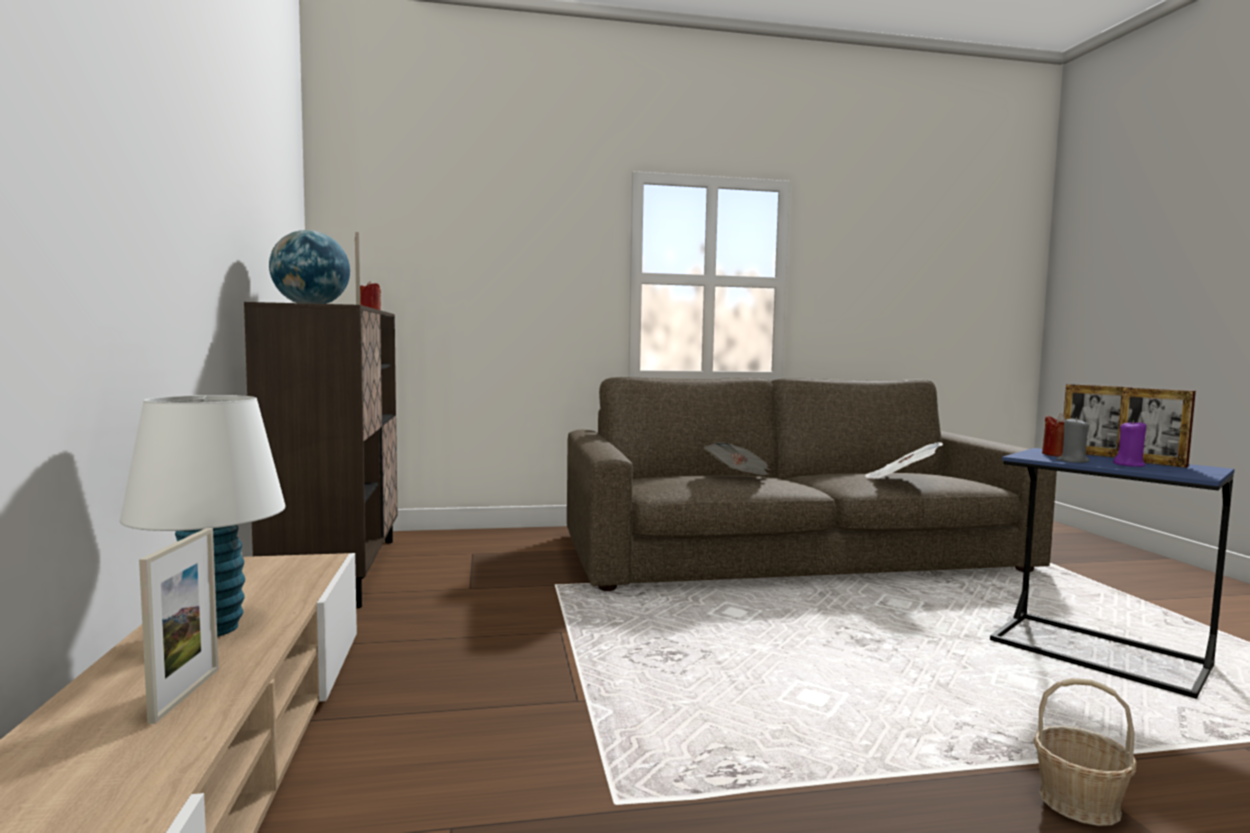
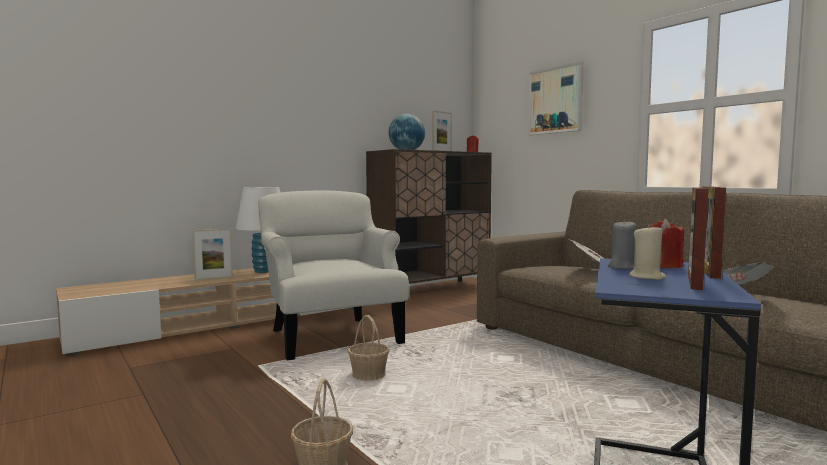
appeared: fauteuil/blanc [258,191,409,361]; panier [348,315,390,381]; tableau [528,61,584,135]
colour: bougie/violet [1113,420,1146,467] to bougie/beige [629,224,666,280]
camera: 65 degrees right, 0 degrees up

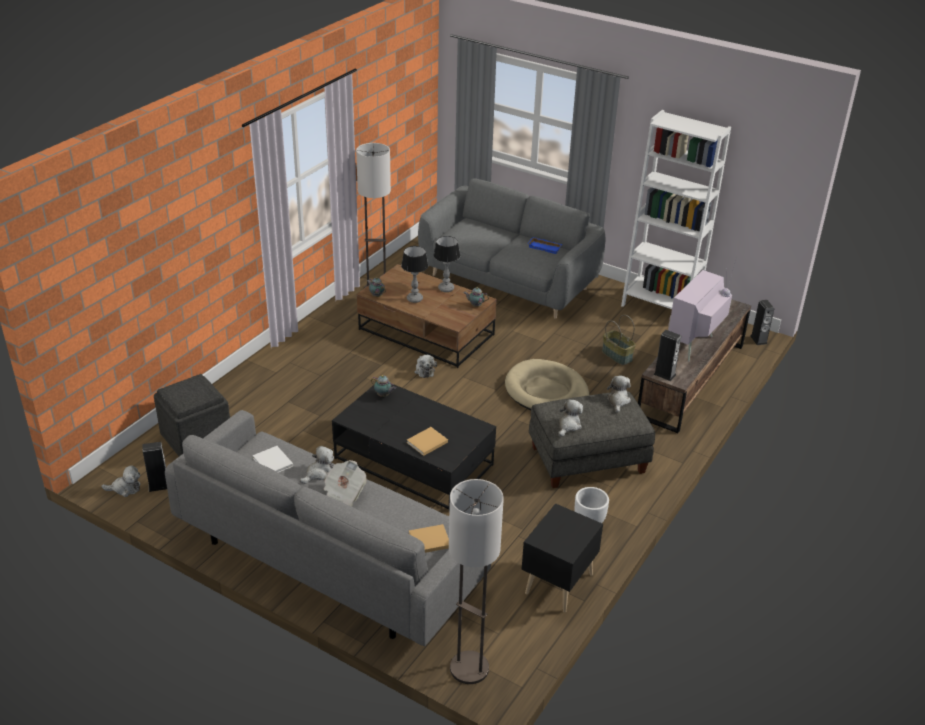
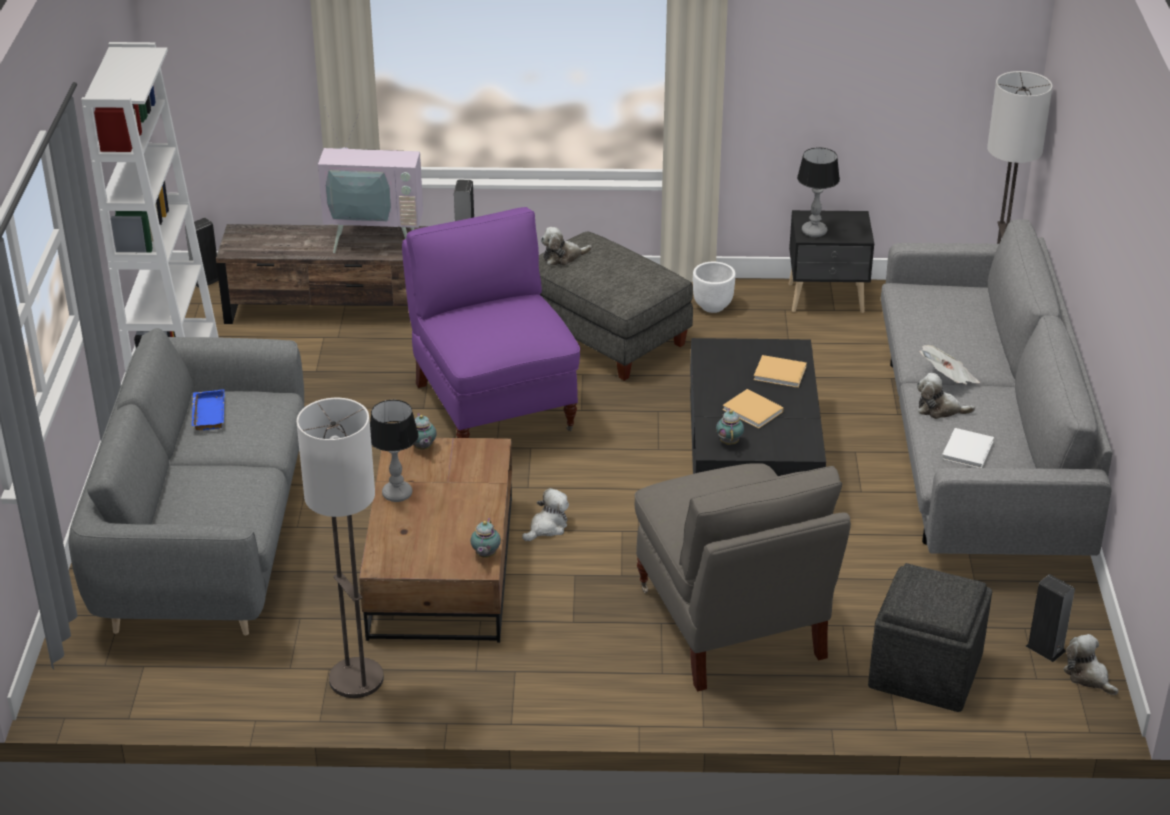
missing: peluche [559,399,583,437]; panier [602,315,636,365]
appeared: fauteuil/gris [634,463,851,691]
relocated: livre/beige [409,524,449,553] to [722,389,784,429]; lampe de table [401,246,428,303] to [797,147,840,237]
exchanged: panier pour chien/beige [505,359,589,410] to fauteuil/violet [402,207,580,438]
camera: 120 degrees left, 0 degrees up

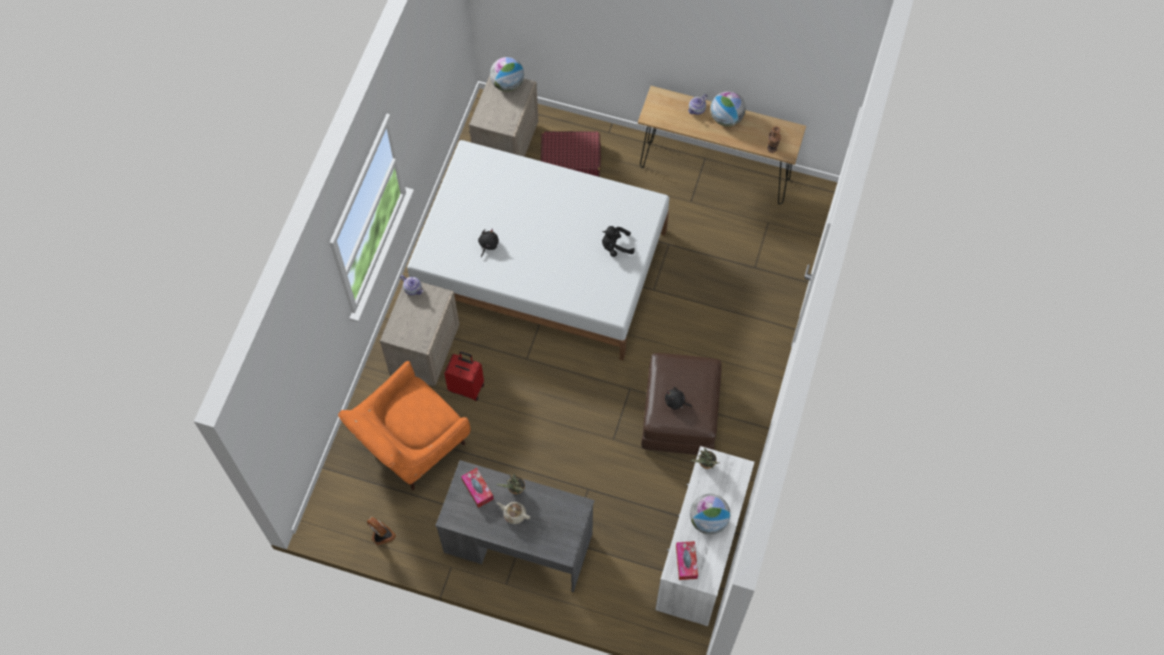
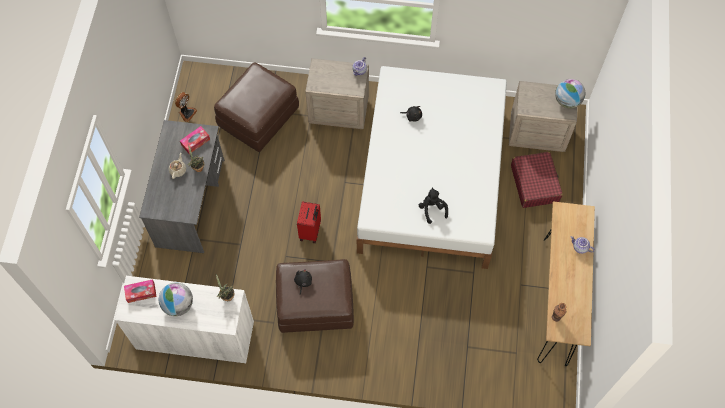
missing: globe [710,91,746,127]
relocated: valise/rouge [444,351,484,401] to [297,201,321,243]
exchanged: fauteuil/orange [338,361,470,490] to pouf/marron [214,62,299,152]
camera: 80 degrees right, 0 degrees up

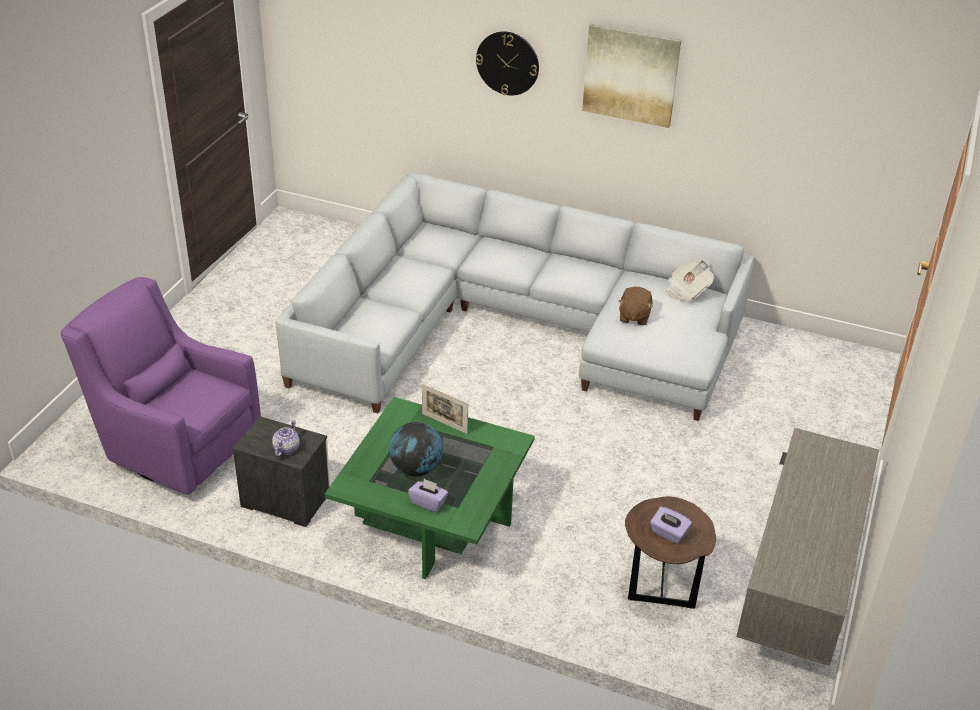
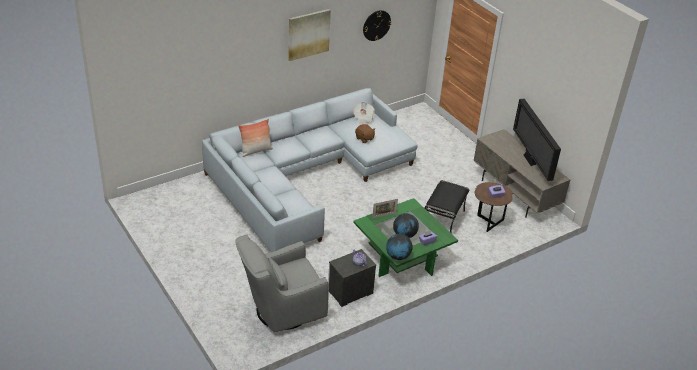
appeared: coussin [238,119,273,157]; globe [386,234,412,260]; pouf/noir [425,180,469,234]; téléviseur [513,99,561,181]
relocated: horloge murale [476,31,539,95] to [363,10,391,41]
colour: fauteuil/violet [61,277,261,495] to fauteuil/gris [235,234,329,332]
camera: 55 degrees left, 0 degrees up

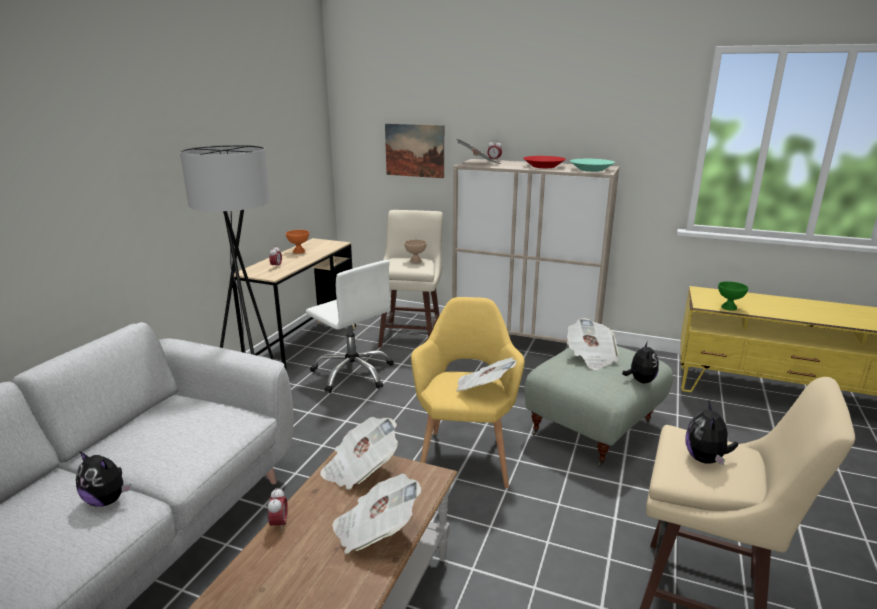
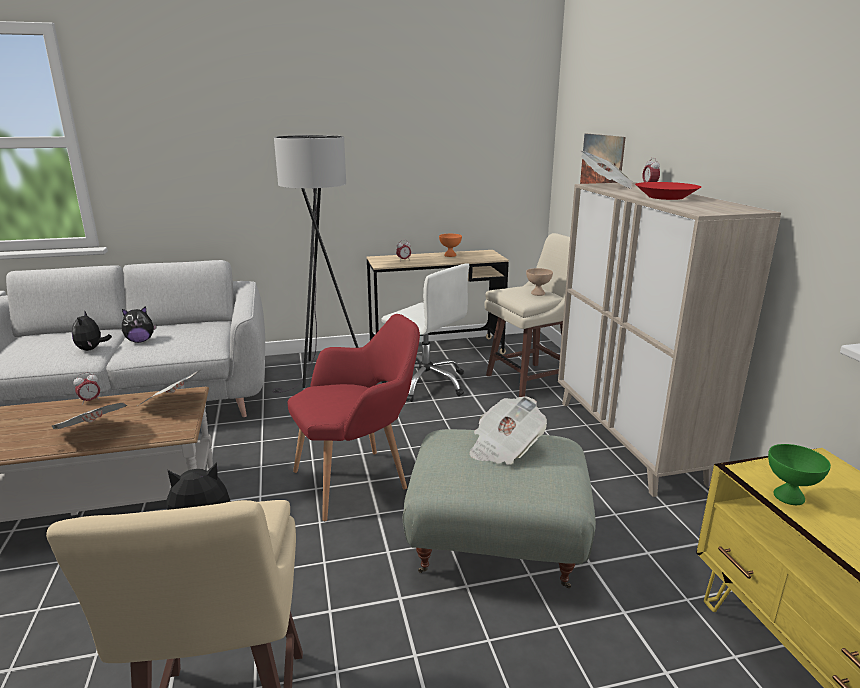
missing: journal [456,357,517,392]; bol/turquoise [570,159,615,172]
relocated: peluche [622,341,659,383] to [122,306,156,343]
colour: fauteuil/jaune [411,297,525,488] to fauteuil/rouge [288,314,420,521]
spun: chaise de bureau/blanc [306,260,394,393] = [381,263,469,402] 60 degrees counterclockwise
camera: 55 degrees right, 0 degrees up

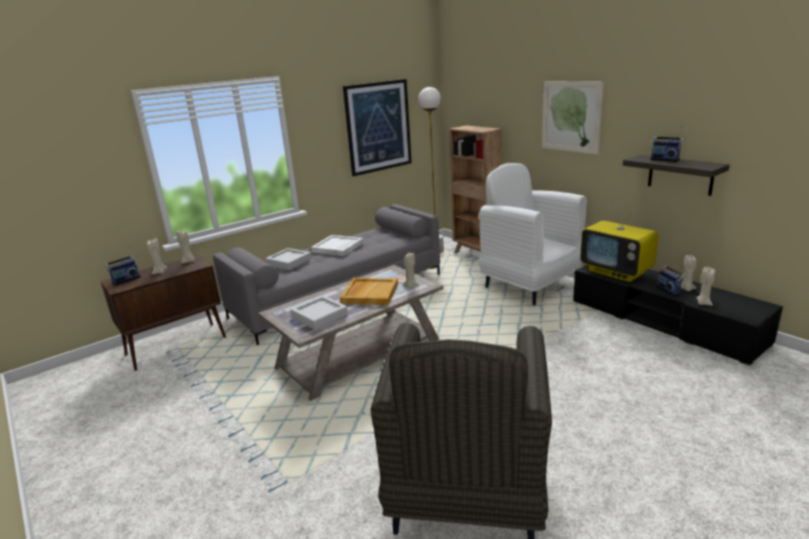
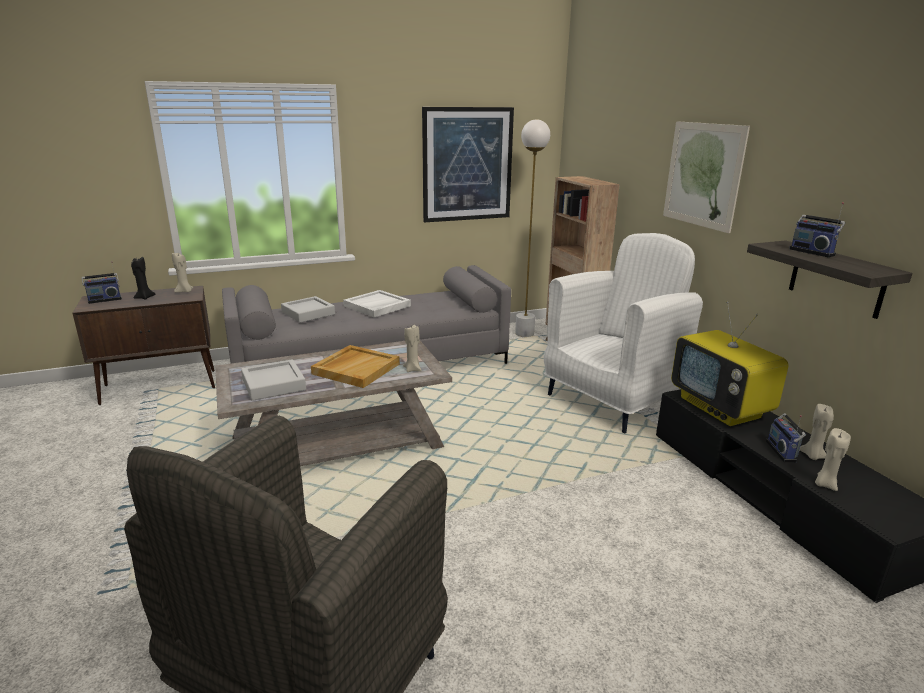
colour: bougie/beige [147,238,168,274] to bougie/noir [131,257,156,300]
spun: fauteuil/blanc [479,163,587,305] = [544,233,703,433] 75 degrees clockwise
camera: 15 degrees right, 0 degrees up

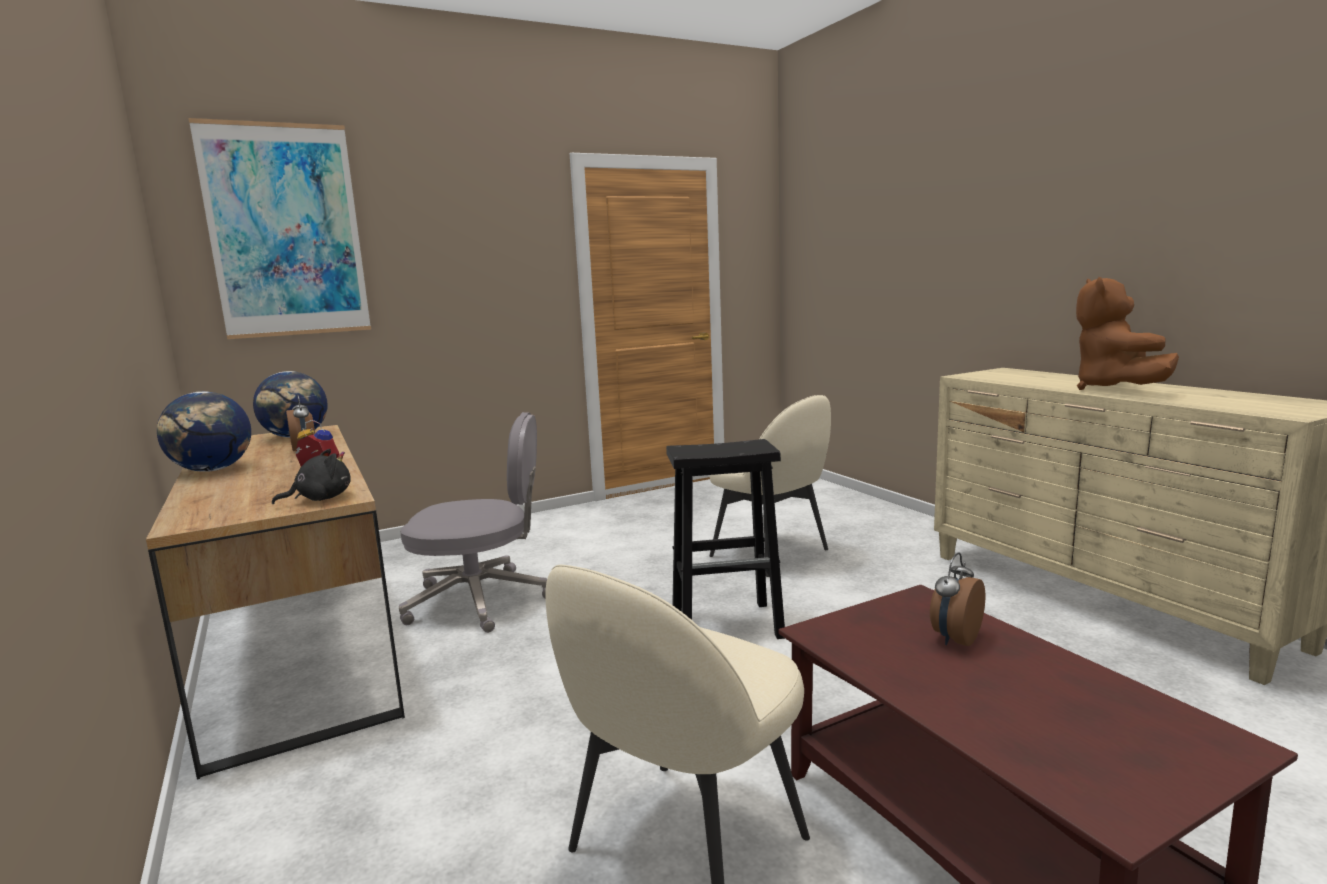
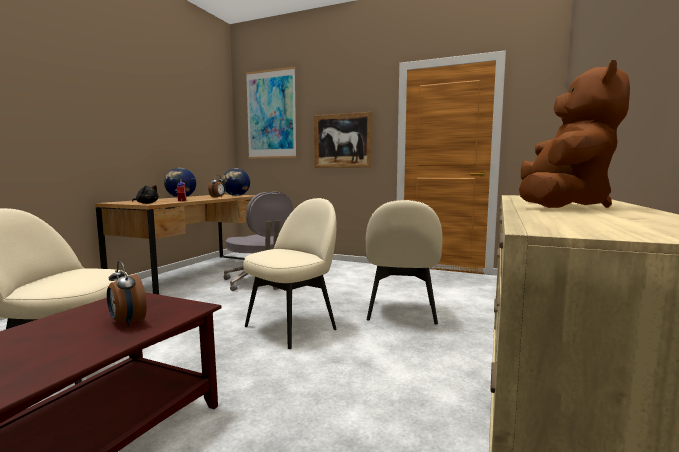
appeared: tableau [314,112,373,168]
exchanged: tabouret/noir [666,439,785,639] to chaise/beige [243,198,337,349]
spun: réveil [930,552,985,646] = [107,261,147,326] 135 degrees counterclockwise; peluche/marron [1076,277,1179,390] = [519,60,630,208] 150 degrees clockwise
camera: 50 degrees right, 5 degrees down

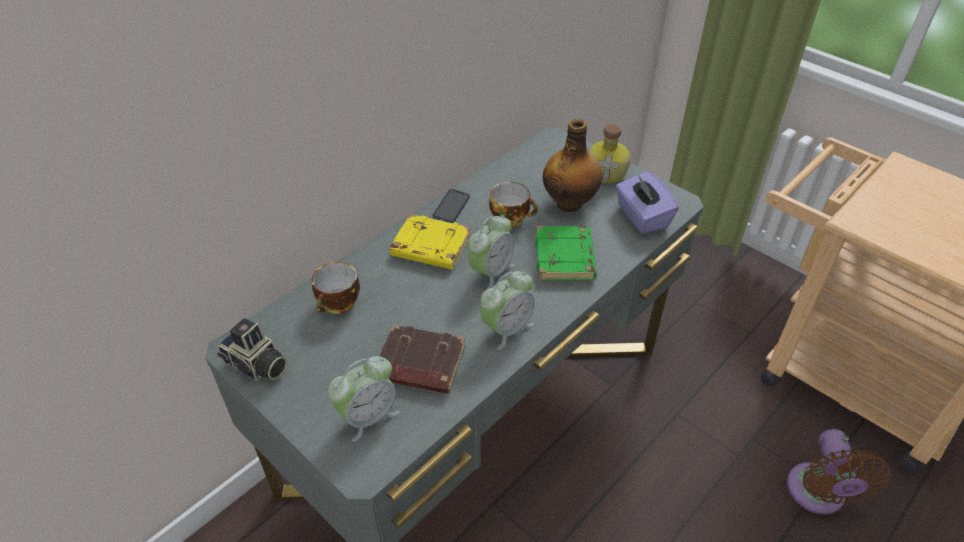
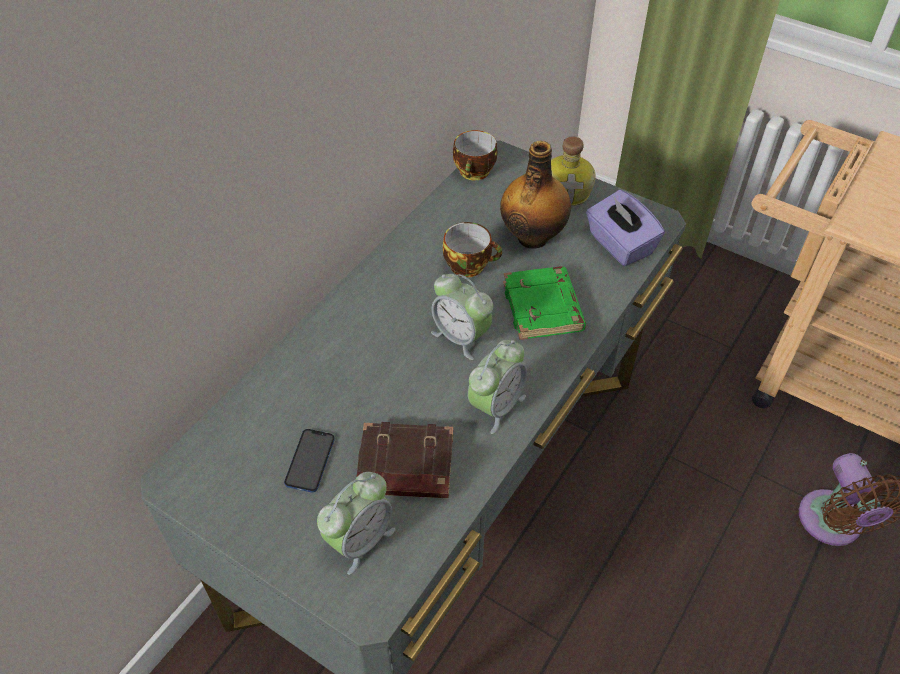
missing: appareil photo [217,318,287,381]; livre/jaune [390,214,471,270]
relocated: téléphone [433,189,470,223] to [284,429,335,493]; tasse [312,262,360,314] to [453,130,498,180]
spun: réveil [468,215,515,290] = [431,274,493,360] 105 degrees clockwise
camera: 10 degrees left, 5 degrees up

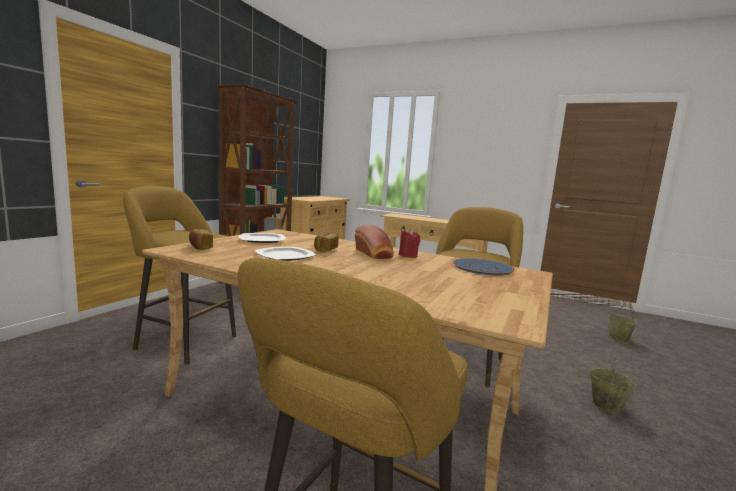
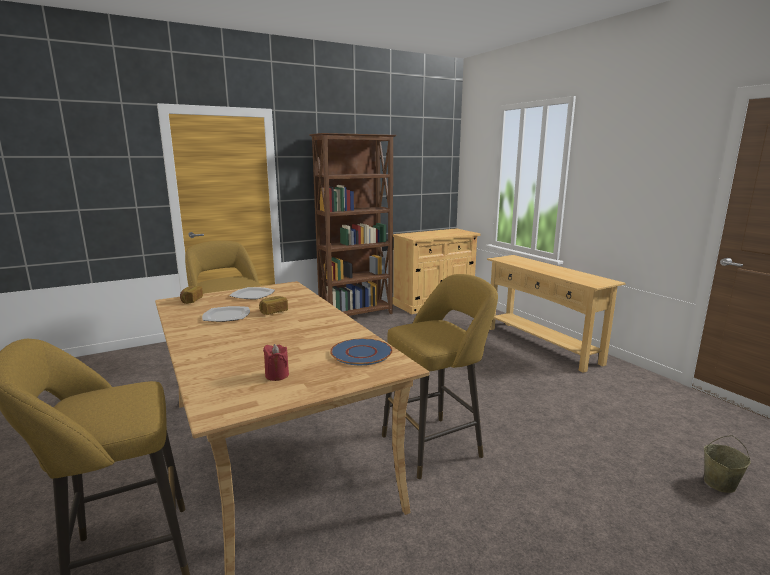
missing: pain [355,224,394,259]; seau/beige [590,357,636,414]
relocated: bougie/rouge [399,229,420,258] to [263,344,289,381]
camera: 35 degrees right, 5 degrees up

